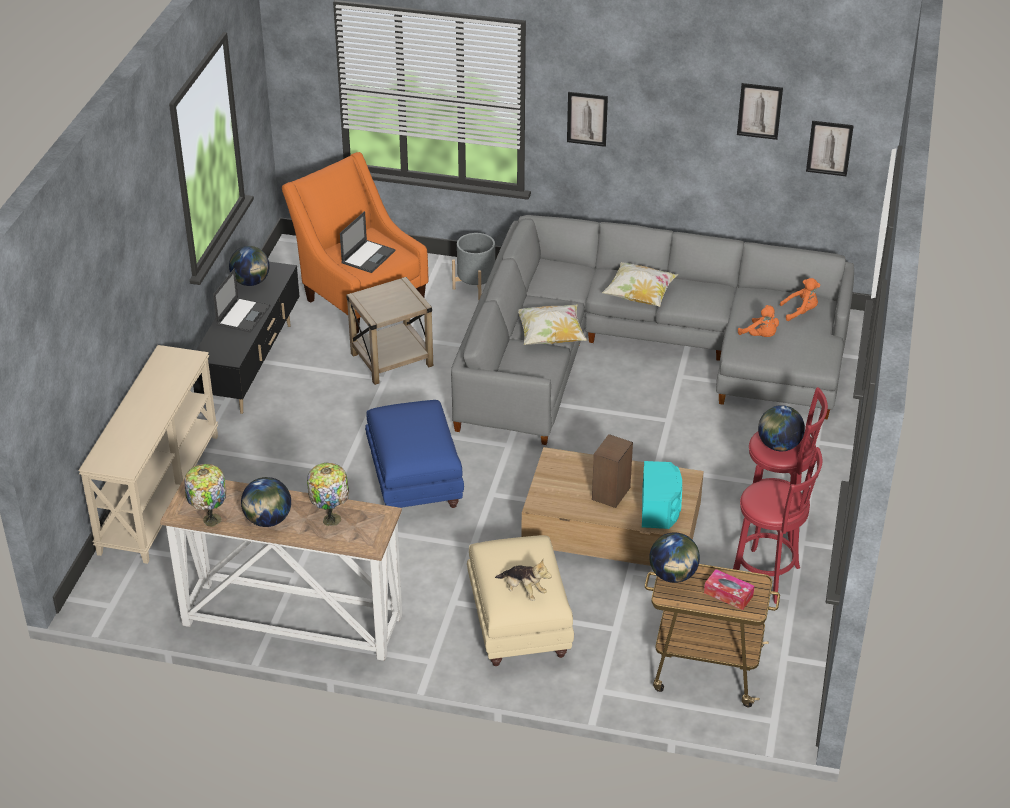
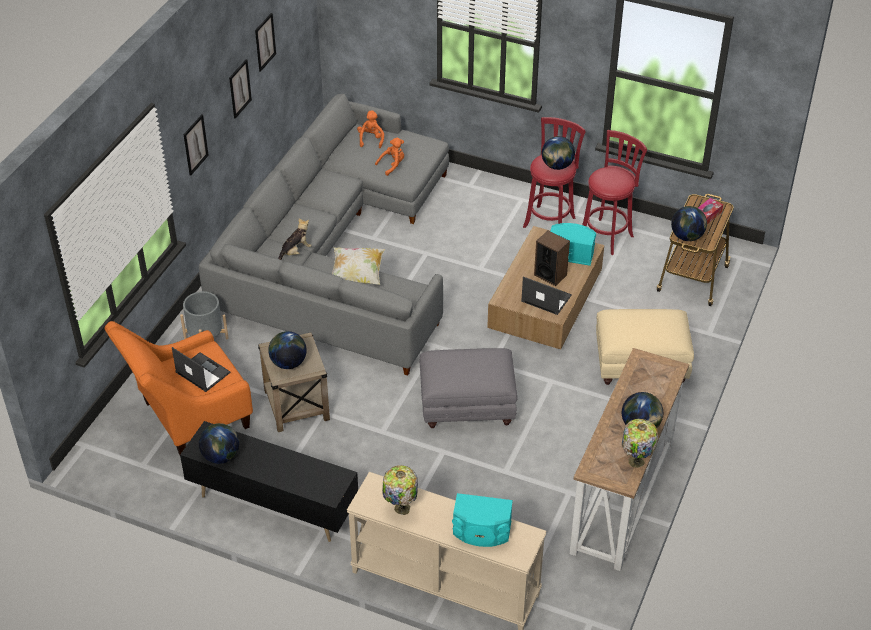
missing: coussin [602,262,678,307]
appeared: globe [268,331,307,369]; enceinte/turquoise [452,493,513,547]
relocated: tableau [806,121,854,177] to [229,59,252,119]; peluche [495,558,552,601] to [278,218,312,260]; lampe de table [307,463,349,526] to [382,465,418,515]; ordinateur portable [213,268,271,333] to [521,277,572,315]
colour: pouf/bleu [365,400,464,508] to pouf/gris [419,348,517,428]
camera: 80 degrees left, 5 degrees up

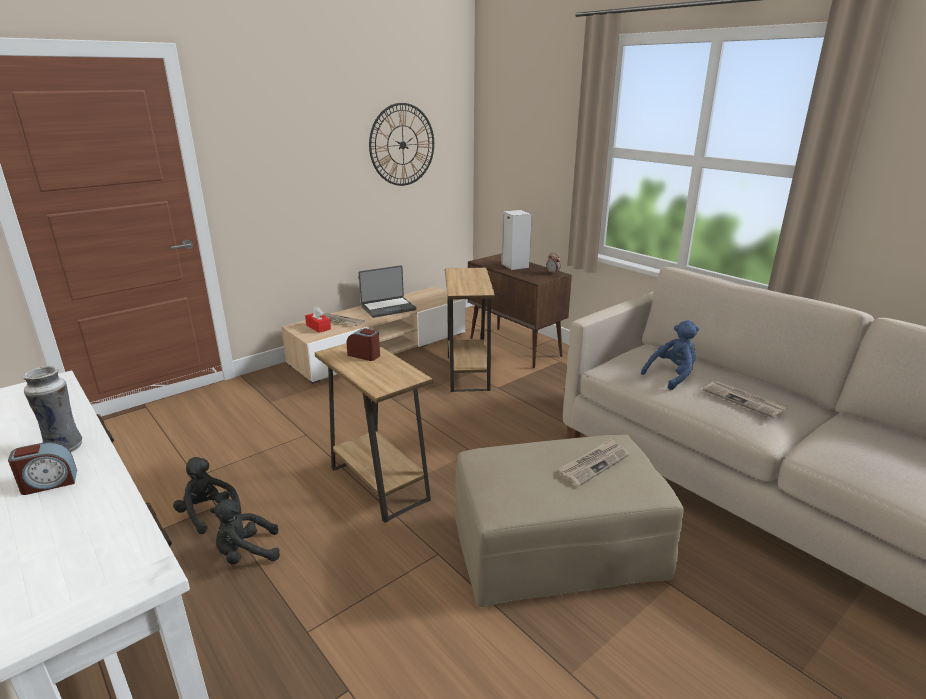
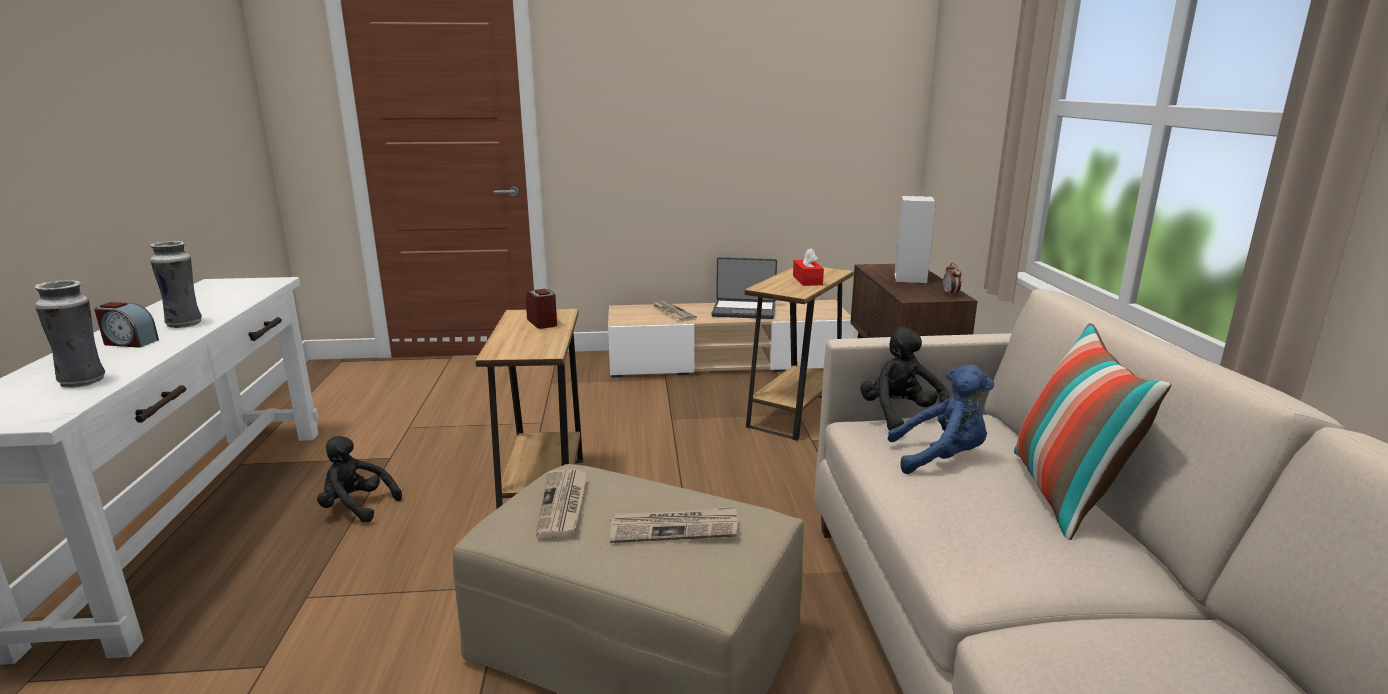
missing: horloge murale [369,103,434,186]
appeared: vase [35,280,105,388]; coussin [1014,323,1171,540]
relocated: journal [703,381,788,418] to [536,469,587,538]; boîte à mouchoirs/rouge [305,307,331,333] to [793,248,824,286]; peluche/noir [173,457,241,534] to [860,327,950,431]
camera: 35 degrees right, 5 degrees down

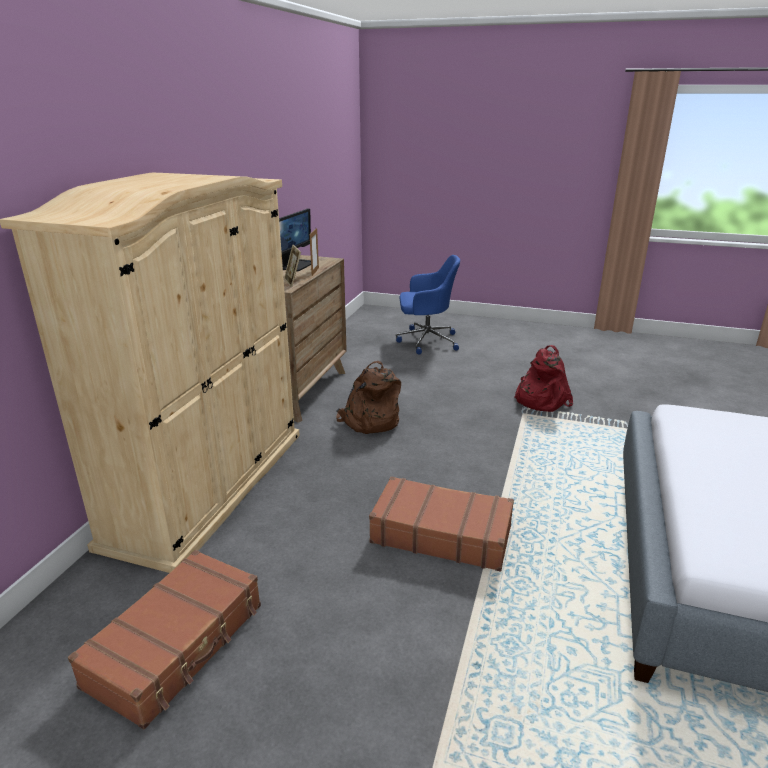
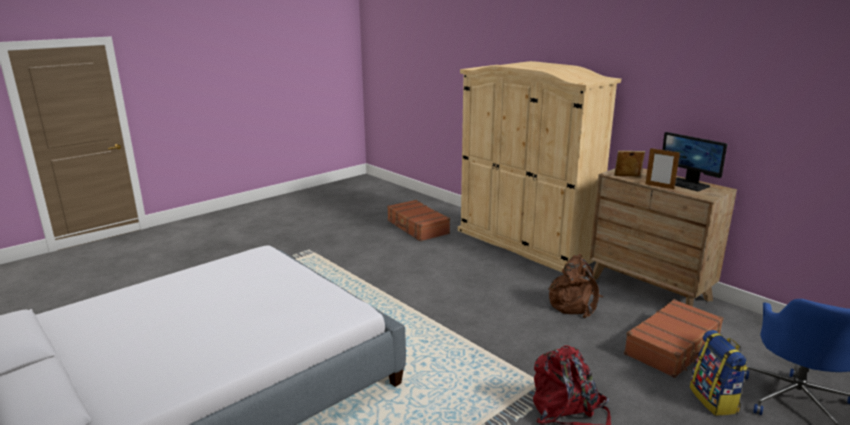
appeared: sac à dos [690,330,748,416]
relocated: valise/marron [369,476,514,572] to [624,299,724,378]
camera: 120 degrees right, 5 degrees down

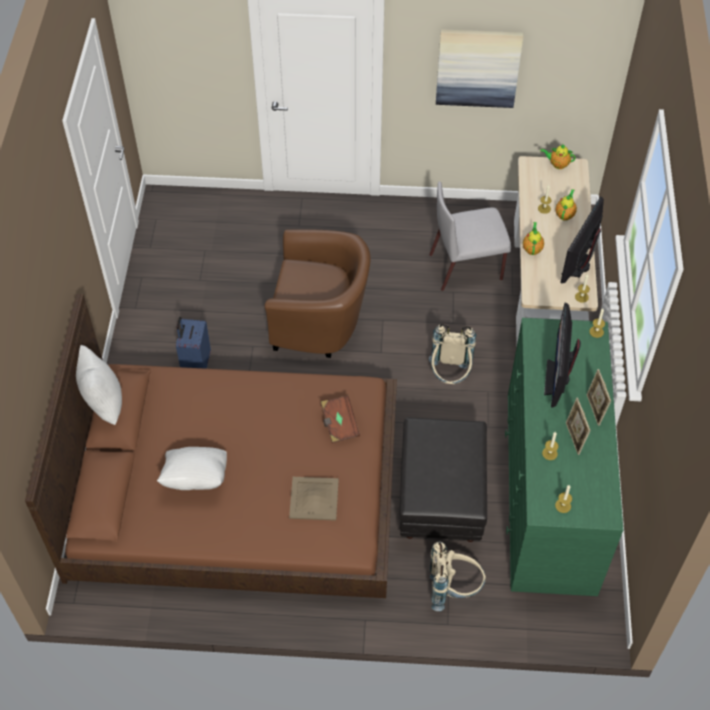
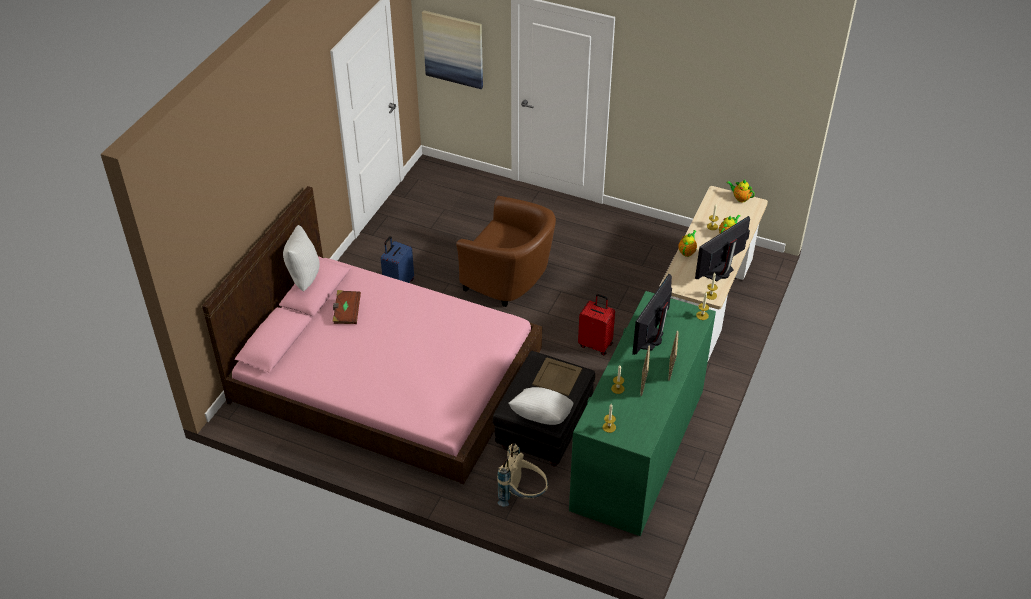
missing: chaise/gris [429,181,511,291]
relocated: livre/marron [321,395,360,443] to [332,290,361,324]; tableau [436,29,524,108] to [422,10,483,89]; coussin/blanc [157,447,227,490] to [509,387,573,425]; plateau/beige [289,477,339,521] to [532,357,582,396]
exchanged: sac à dos/beige [429,324,476,384] to valise/rouge [578,294,615,356]
colour: lit/marron [25,294,397,598] to lit/rose [202,186,542,485]
camera: 20 degrees right, 10 degrees down

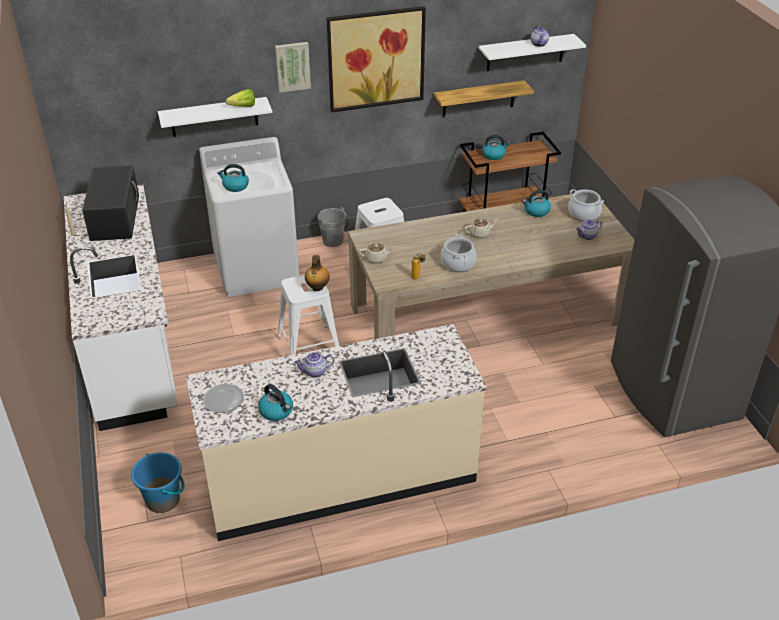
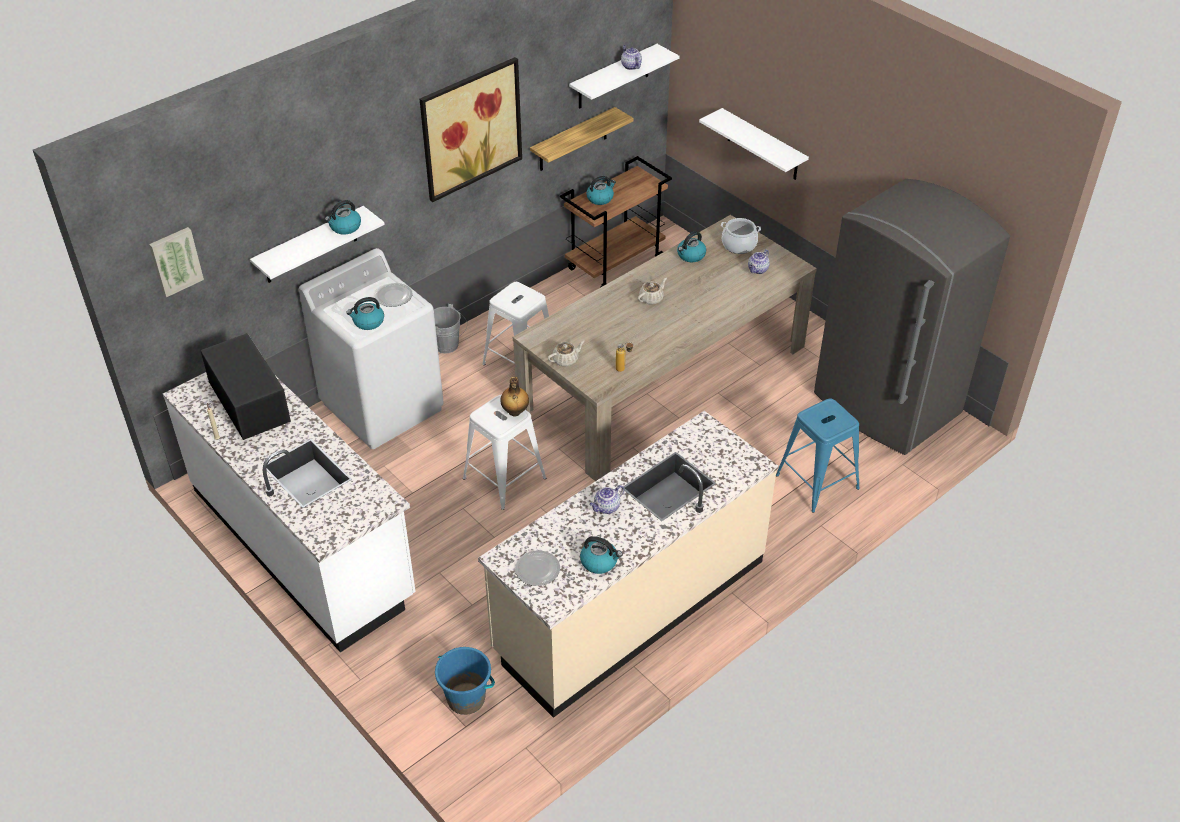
missing: marmite [441,234,476,272]
appeared: assiette [375,283,412,307]; étagère/blanc [699,108,809,180]; tabouret/bleu [776,398,860,513]
relocated: tableau [275,42,311,93] to [149,227,204,297]
exchanged: laitue [226,89,255,107] to bouilloire [325,200,361,235]
camera: 25 degrees left, 5 degrees up

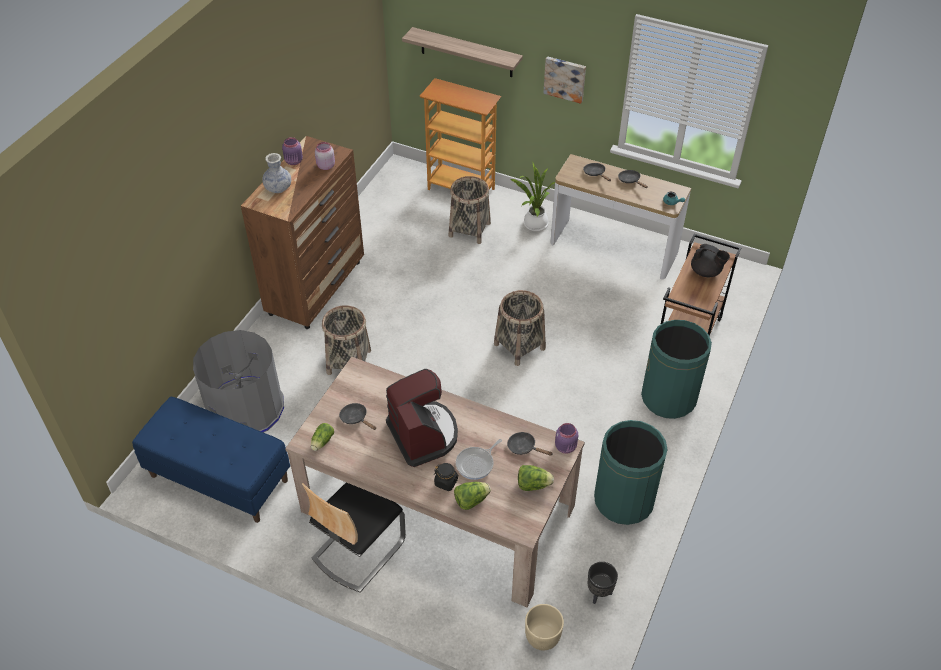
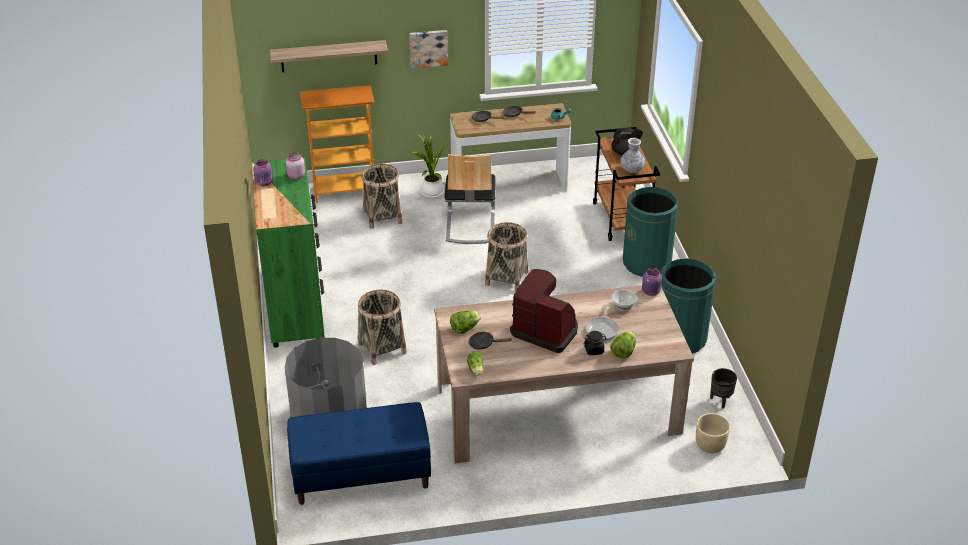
relocated: chaise [302,482,406,593] to [445,154,495,244]; laitue [518,465,554,491] to [450,311,481,334]; vase [262,153,291,193] to [620,138,645,173]
exchanged: poêle/noir [507,432,553,456] to bol [612,290,637,310]
colour: commode/marron [241,136,364,329] to commode/vert [252,157,325,348]
camera: 35 degrees left, 10 degrees down

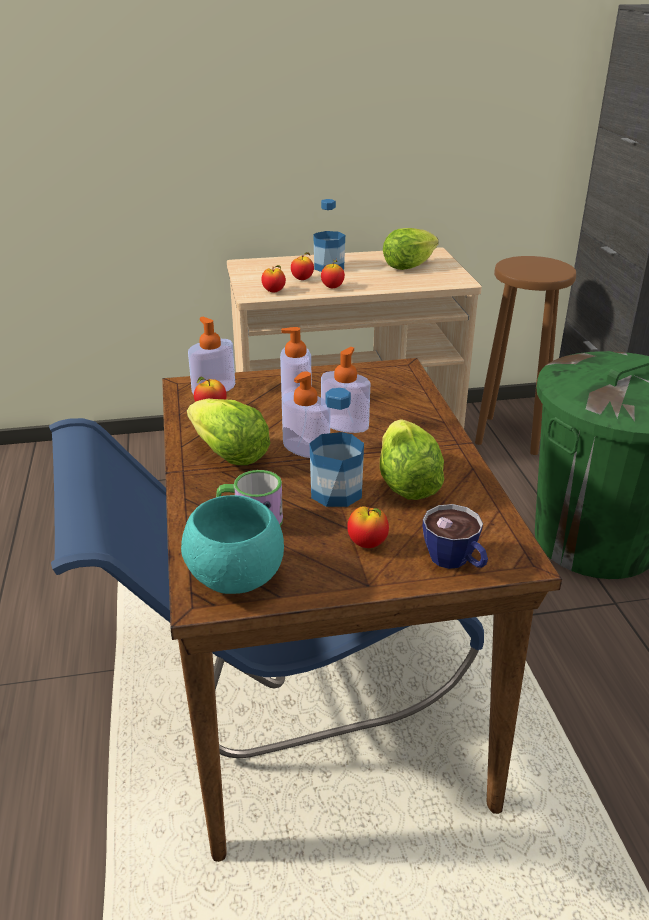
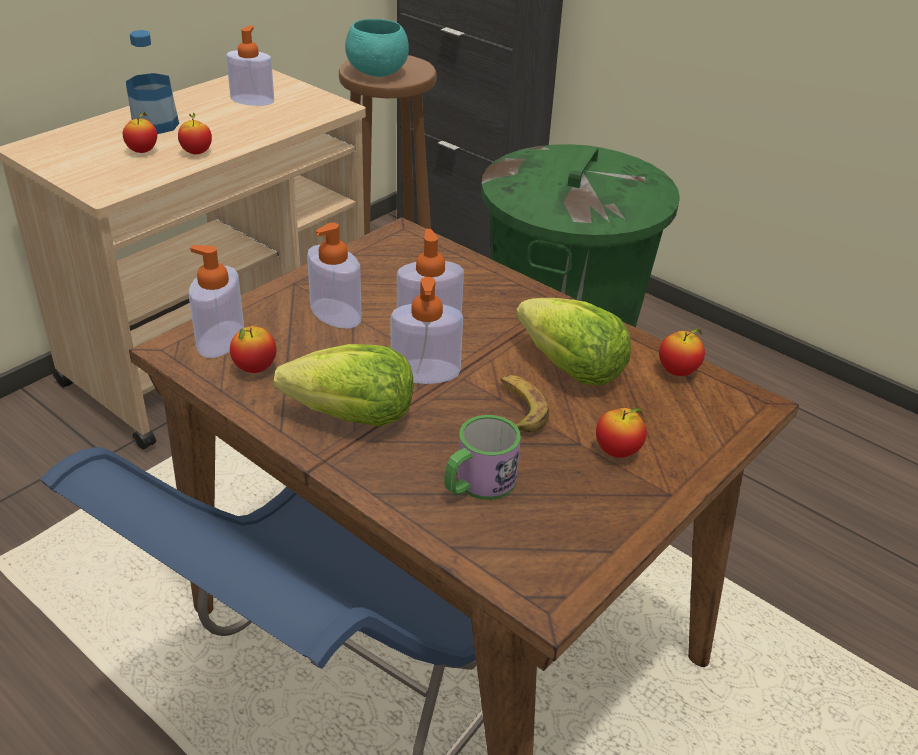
missing: tasse [423,504,488,569]
relocated: bol/turquoise [181,495,284,594] to [345,19,409,77]; pomme [261,265,286,292] to [659,327,705,376]
exchanged: laitue [383,228,439,270] to distributeur de savon [226,26,274,106]; bouteille [309,388,364,507] to banane [501,375,549,433]
camera: 40 degrees left, 5 degrees up

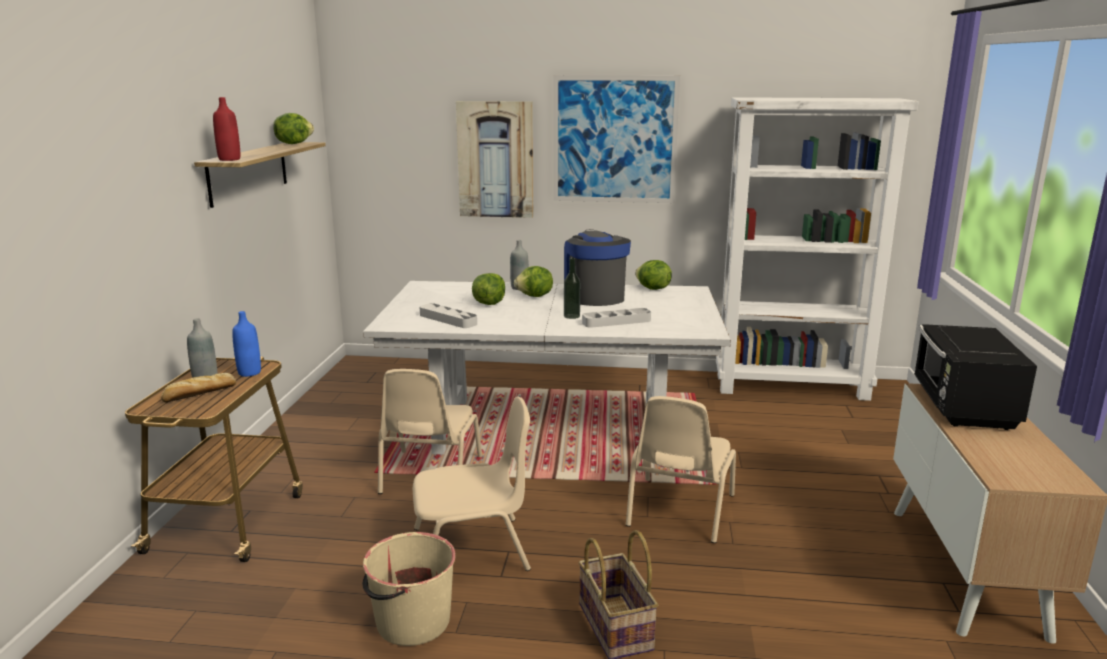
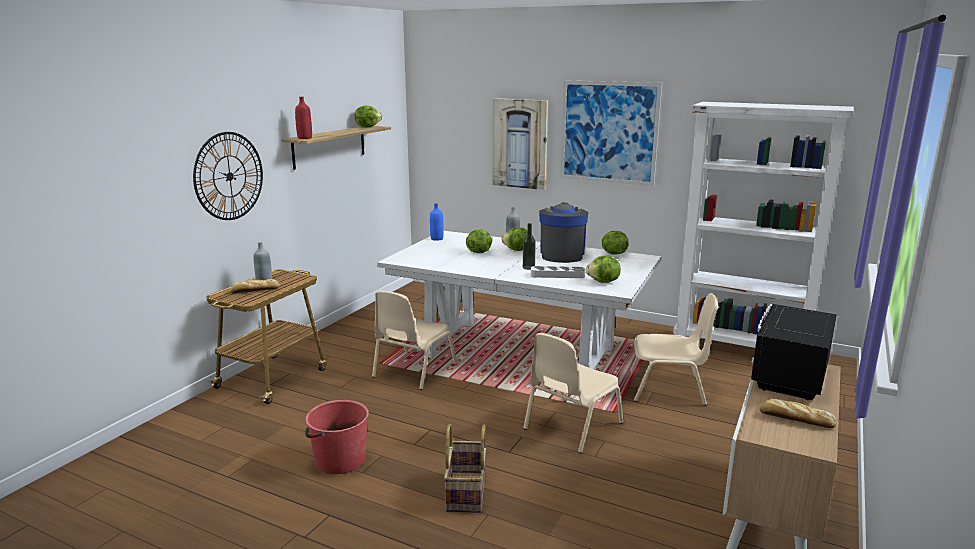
missing: plateau/gris [420,303,477,328]
appeared: horloge murale [193,132,263,220]; laitue [586,255,621,283]; pain [759,399,837,428]
relocated: bouteille/bleu [232,311,261,377] to [430,203,443,241]; chaise/beige [413,396,531,571] to [630,293,718,405]
colour: seau/beige [362,532,456,646] to seau/rouge [305,400,369,474]
camera: 20 degrees right, 0 degrees up

